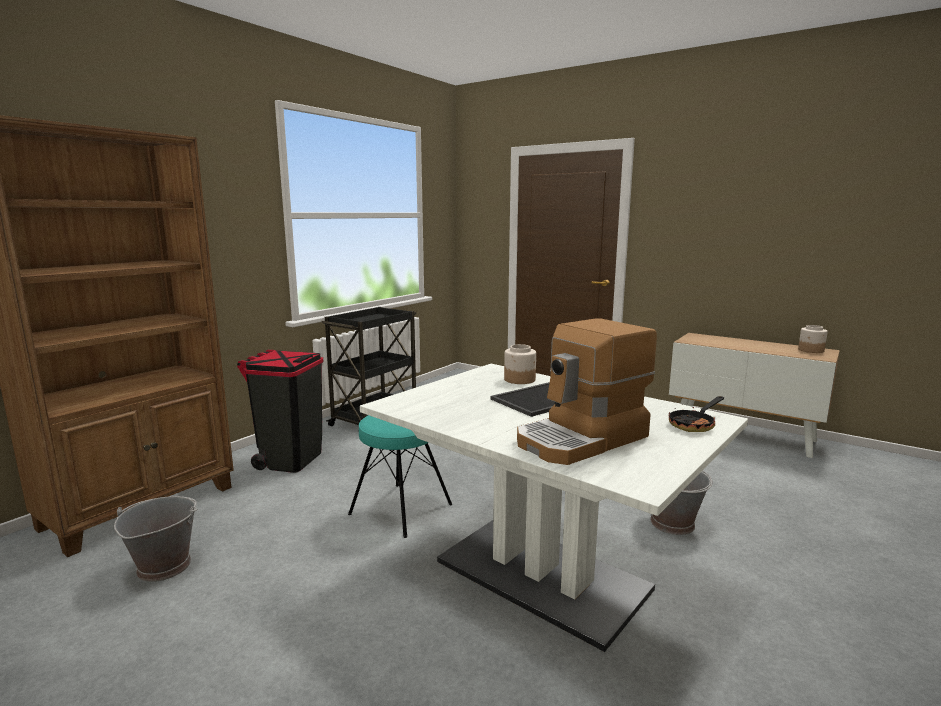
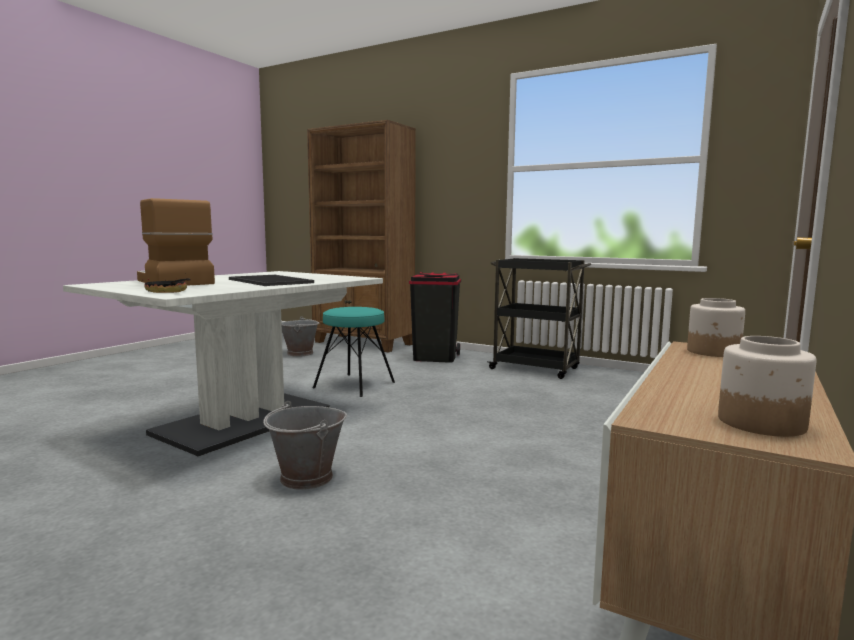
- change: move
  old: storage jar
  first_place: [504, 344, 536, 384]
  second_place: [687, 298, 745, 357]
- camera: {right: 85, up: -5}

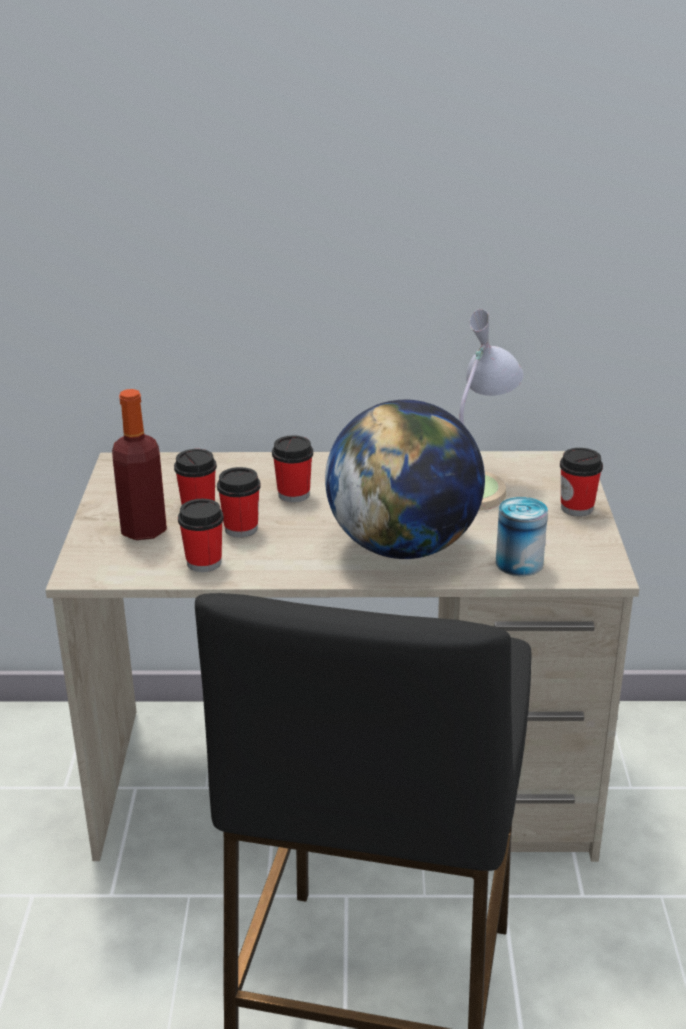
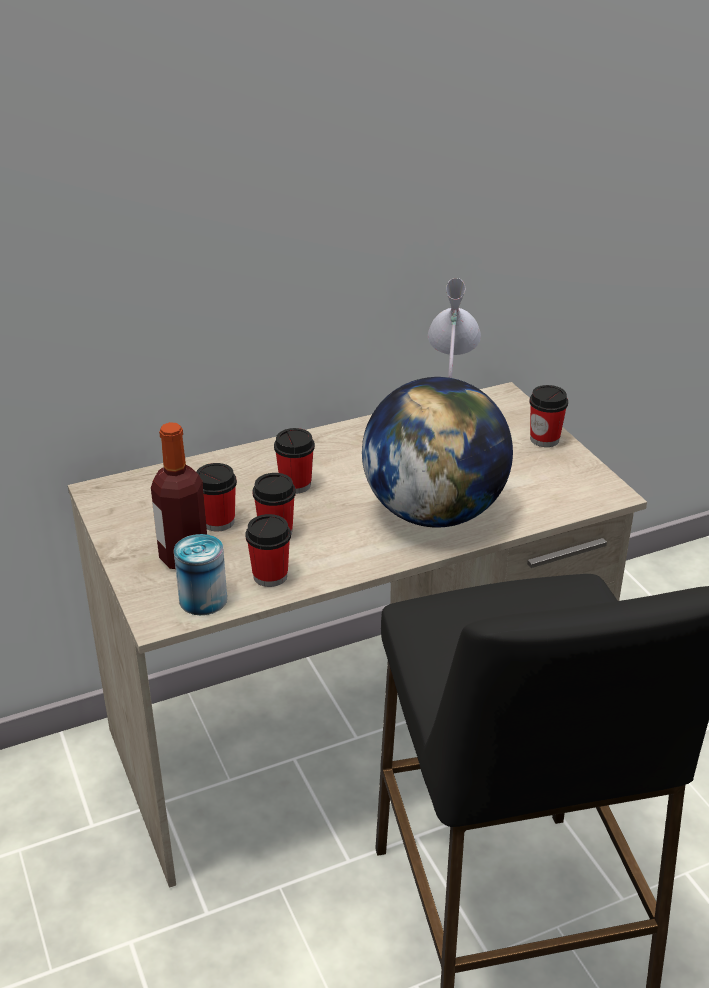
- change: move
  old: sealed can
  first_place: [496, 497, 548, 576]
  second_place: [174, 534, 227, 615]
- camera: {right: -25, up: 5}

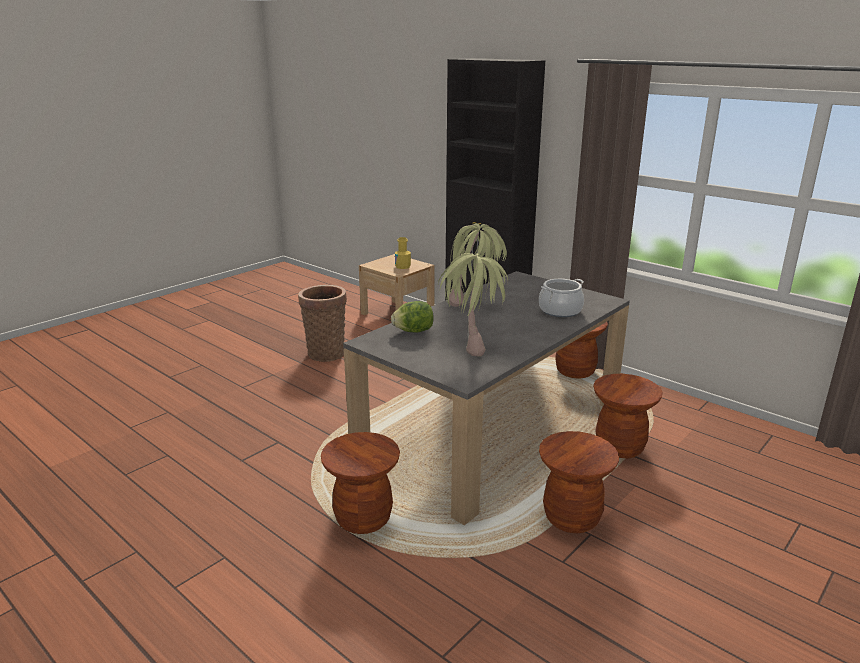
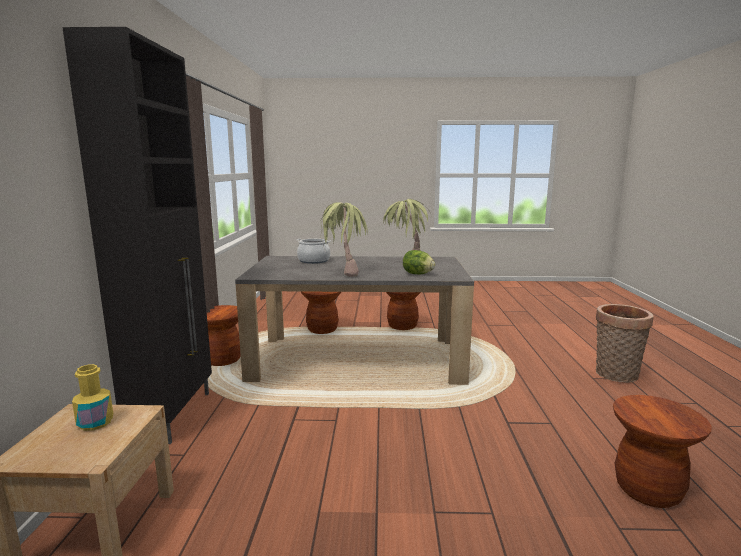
- change: move
  old: storage basket
  first_place: [298, 285, 347, 362]
  second_place: [596, 304, 654, 383]
- change: move
  old: stool seat/brownish
  first_place: [321, 432, 400, 534]
  second_place: [613, 395, 712, 508]
- camera: {right: -130, up: -10}

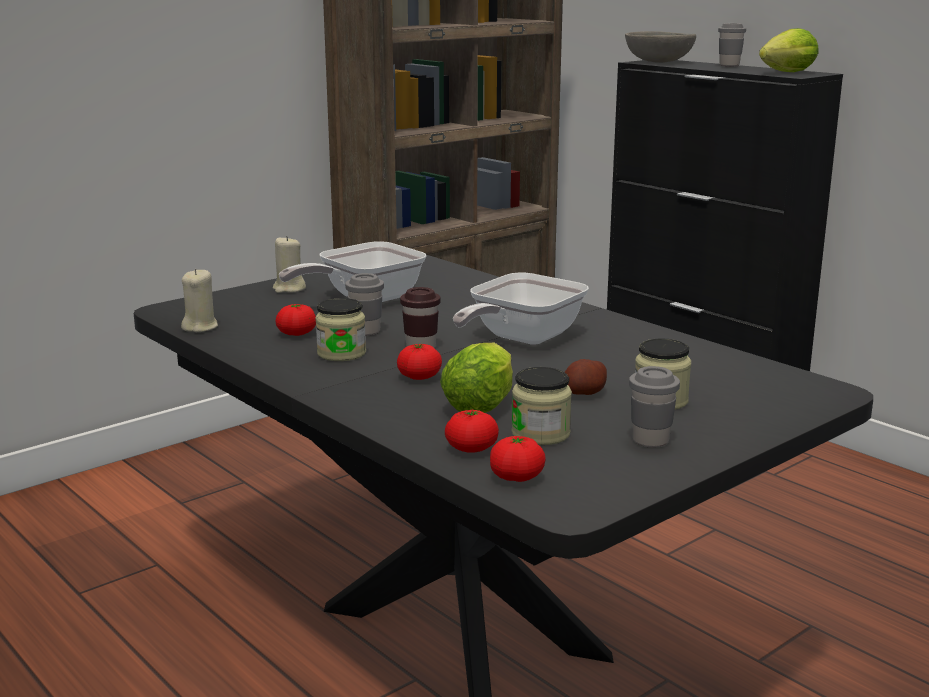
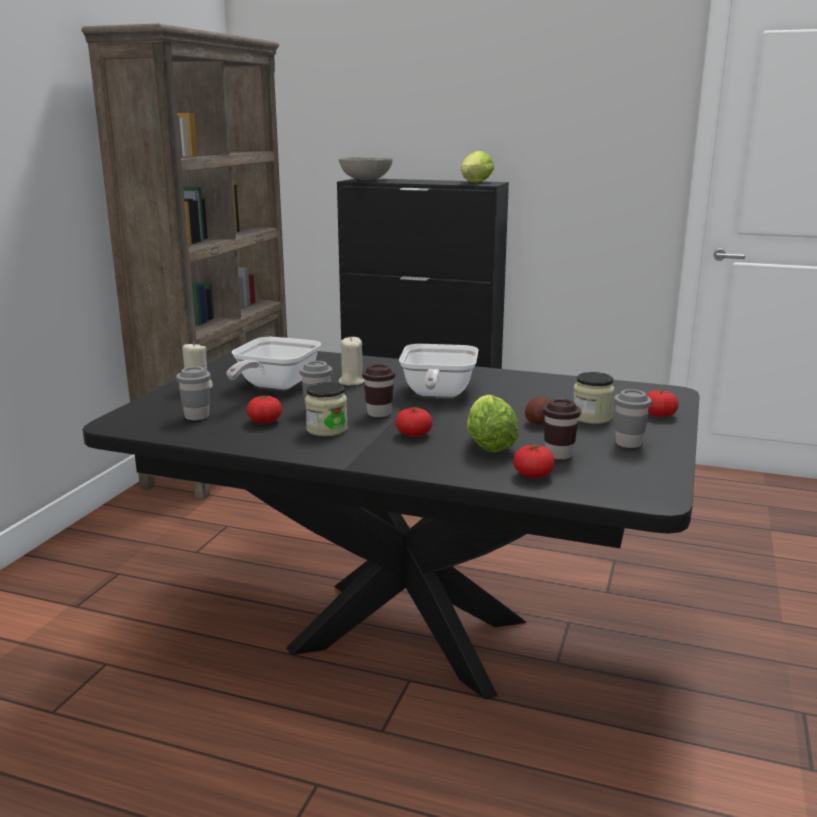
- change: move
  old: candle/sand-coloured
  first_place: [181, 269, 218, 332]
  second_place: [338, 336, 365, 386]
- change: move
  old: whole tomato
  first_place: [490, 436, 546, 482]
  second_place: [646, 390, 679, 417]
- change: replace
  old: storage jar
  new: cup/brownish
  first_place: [512, 367, 572, 445]
  second_place: [543, 399, 581, 460]
- change: move
  old: cup/grey
  first_place: [718, 23, 746, 66]
  second_place: [176, 366, 211, 421]
- camera: {right: -30, up: 0}

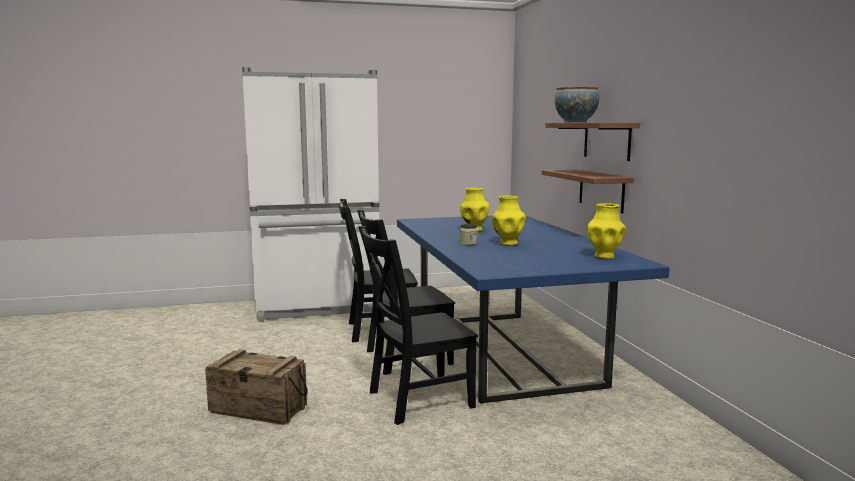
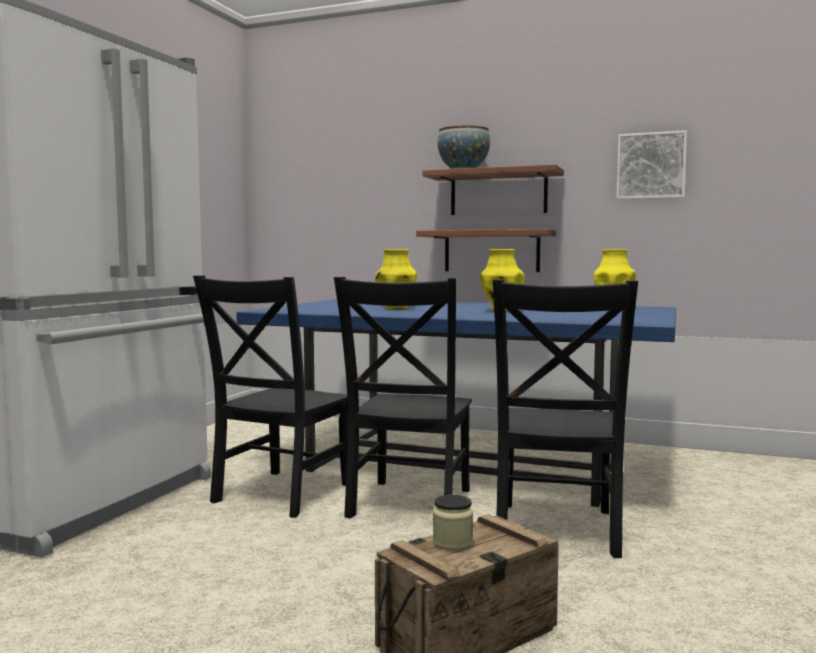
- change: move
  old: storage jar
  first_place: [460, 224, 478, 245]
  second_place: [433, 495, 473, 550]
- change: insert
  new: wall art
  second_place: [616, 130, 687, 200]
- camera: {right: -55, up: -5}

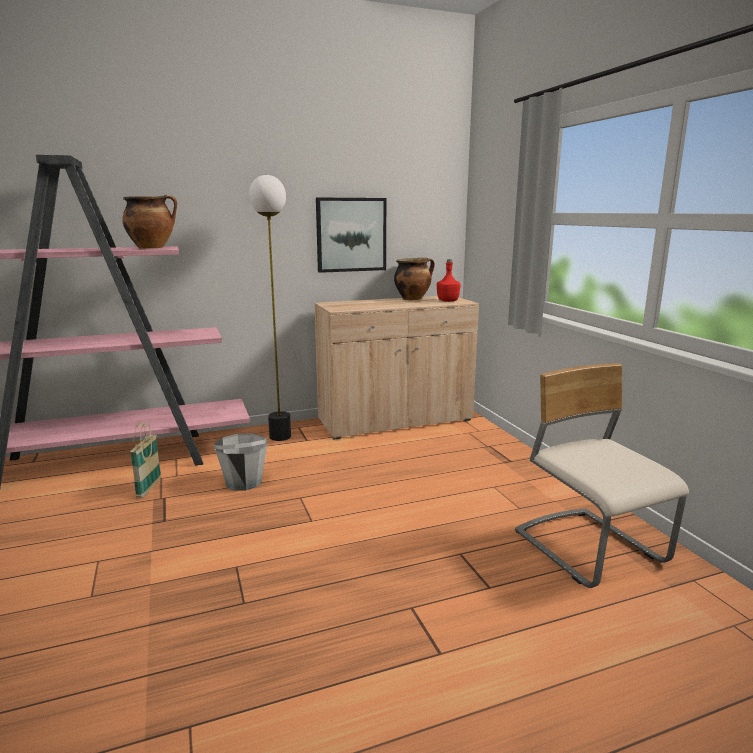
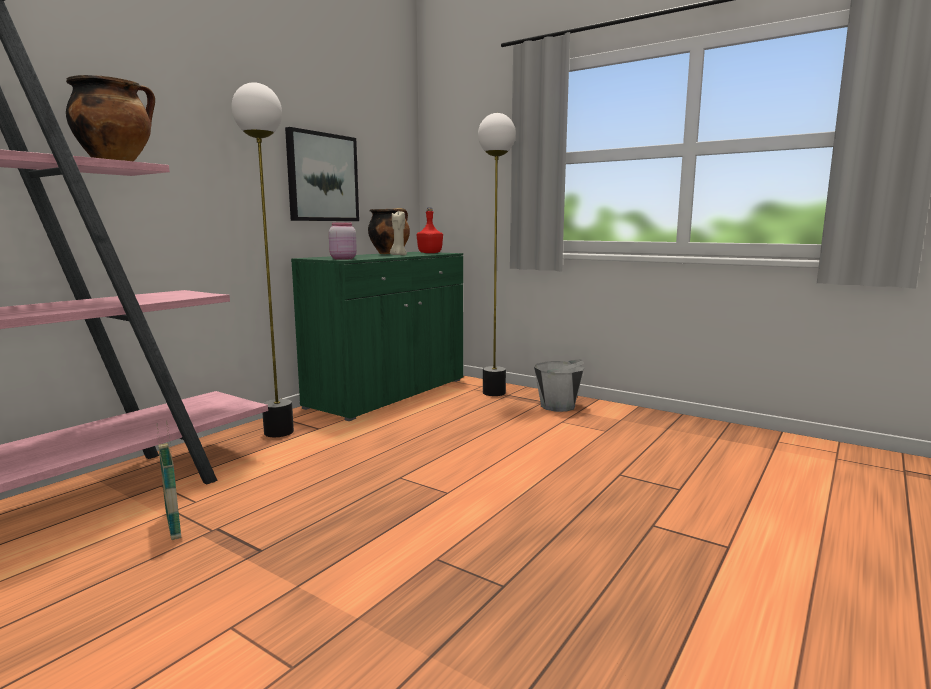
- change: move
  old: pail/grey
  first_place: [214, 433, 267, 491]
  second_place: [534, 359, 584, 412]
- change: recolor
  old: cupboard/sand-coloured
  new: cupboard/greenish
  first_place: [314, 296, 479, 439]
  second_place: [291, 252, 463, 421]
- change: delete
  old: chair/sand-coloured
  first_place: [515, 363, 689, 588]
- change: insert
  new: storage jar/pink-coloured
  second_place: [329, 222, 357, 260]
- change: insert
  new: candle/sand-coloured
  second_place: [390, 211, 407, 255]
- change: insert
  new: standing lamp
  second_place: [478, 113, 516, 396]
- camera: {right: -35, up: -5}

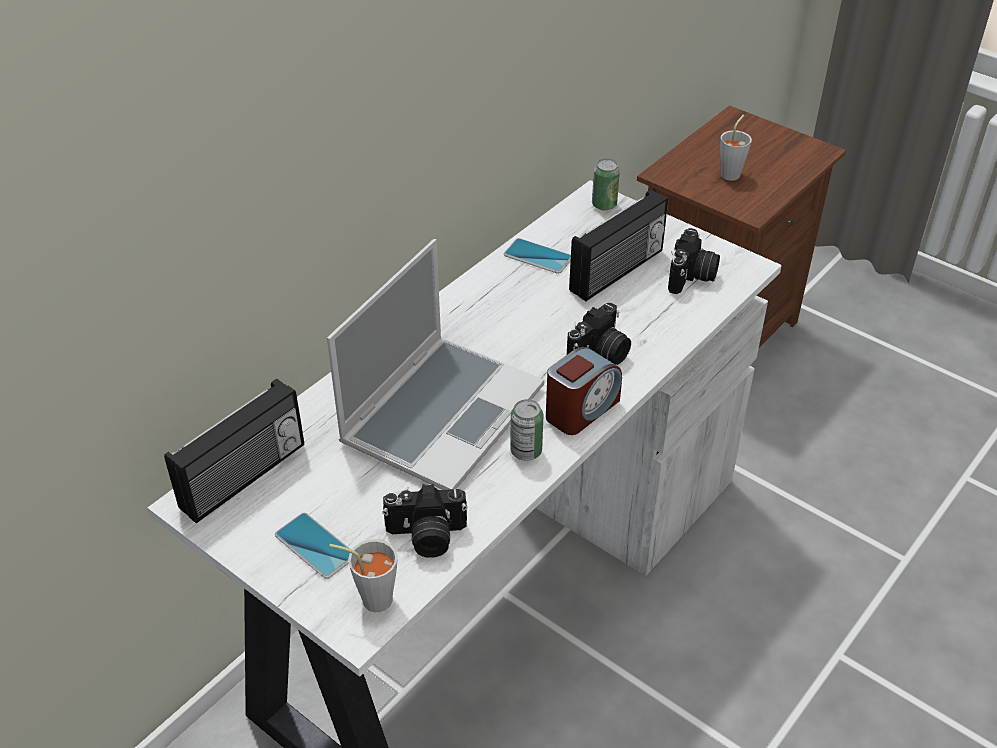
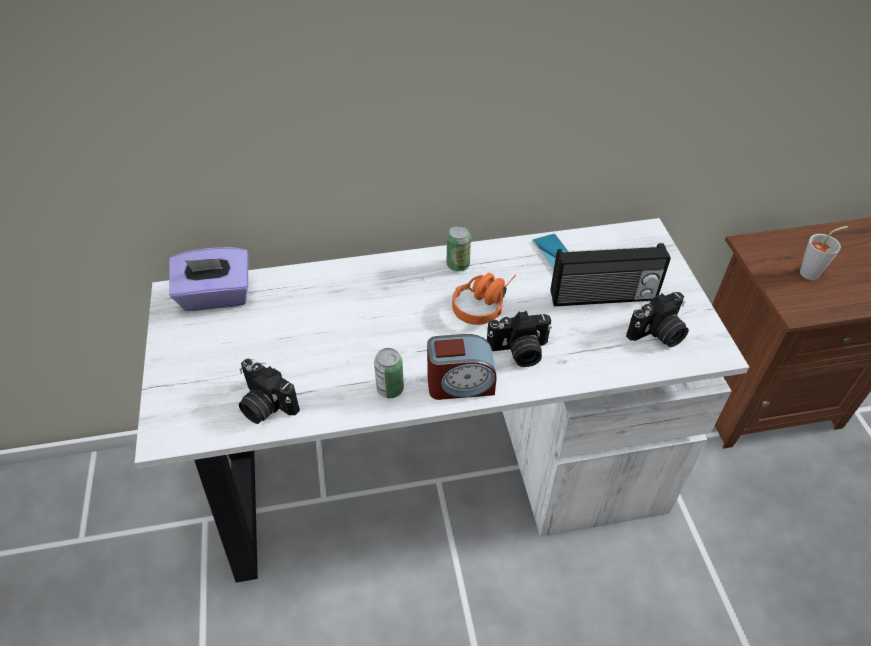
- change: replace
  old: radio
  new: tissue box/purplish
  first_place: [164, 379, 304, 523]
  second_place: [169, 247, 248, 311]
- change: delete
  old: telephone
  first_place: [275, 513, 350, 579]
- change: delete
  old: laptop
  first_place: [327, 239, 544, 490]
- change: delete
  old: cup/grey
  first_place: [329, 539, 398, 612]
- change: move
  old: sealed can
  first_place: [592, 159, 620, 211]
  second_place: [447, 225, 471, 271]
- change: insert
  new: headphones/orange-coloured
  second_place: [452, 273, 516, 325]
- camera: {right: 40, up: 5}

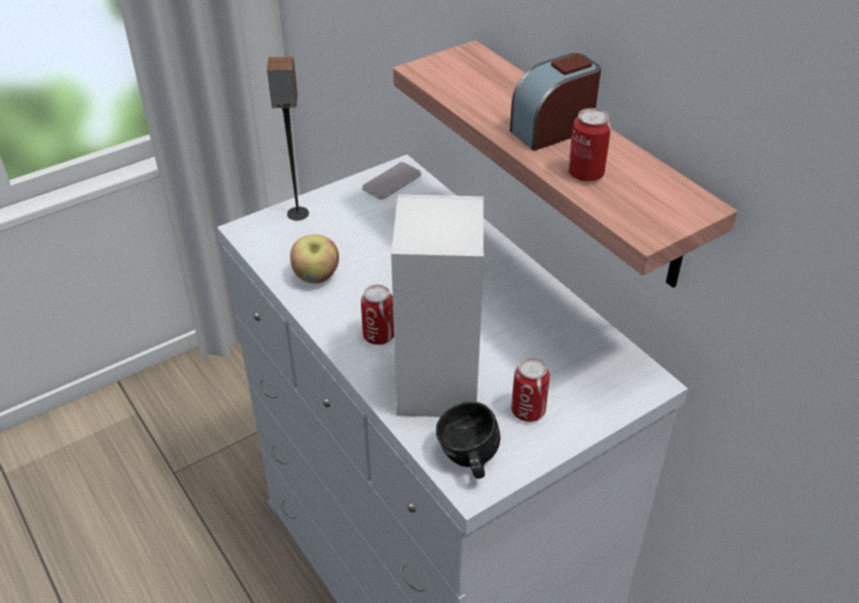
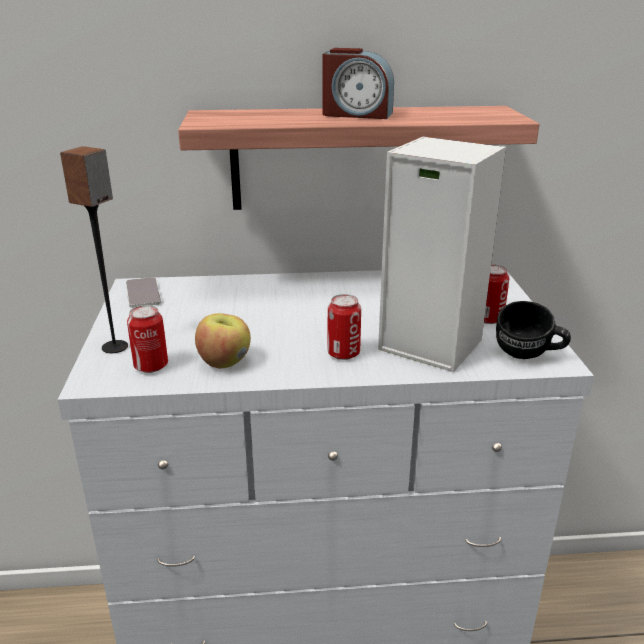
- change: rotate
  old: bedside clock
  first_place: [510, 53, 601, 151]
  second_place: [322, 48, 394, 119]
  degrees: -75
- change: move
  old: sealed can
  first_place: [568, 108, 611, 182]
  second_place: [127, 305, 168, 373]
- camera: {right: -60, up: -15}

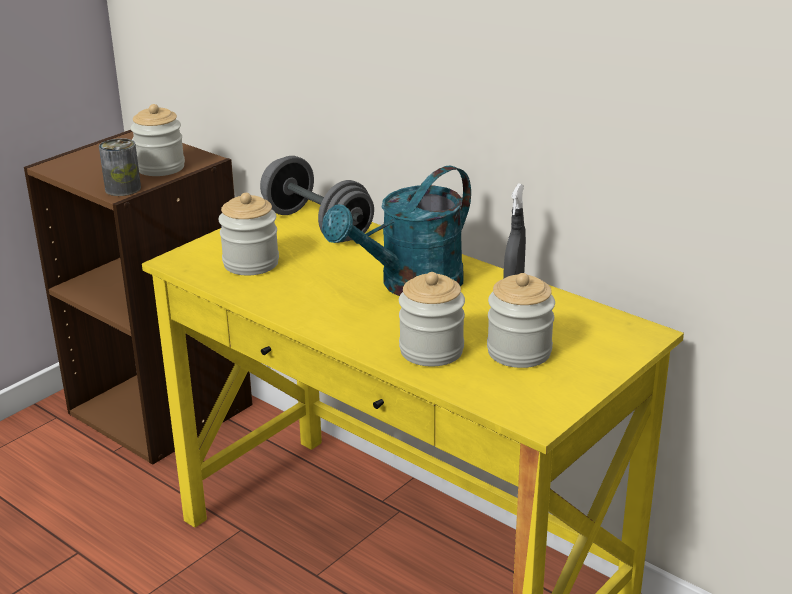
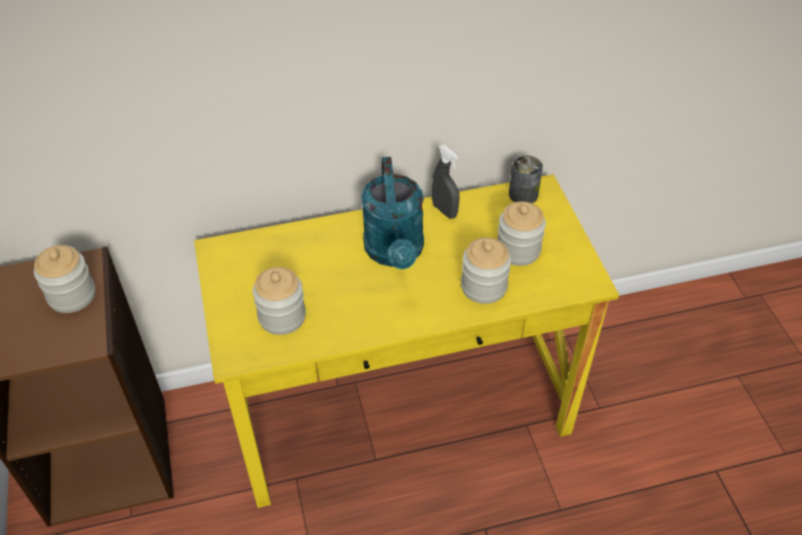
- change: move
  old: sealed can
  first_place: [99, 138, 141, 196]
  second_place: [509, 155, 543, 203]
- change: delete
  old: dumbbell/grey
  first_place: [260, 156, 374, 242]
- camera: {right: -55, up: 20}

